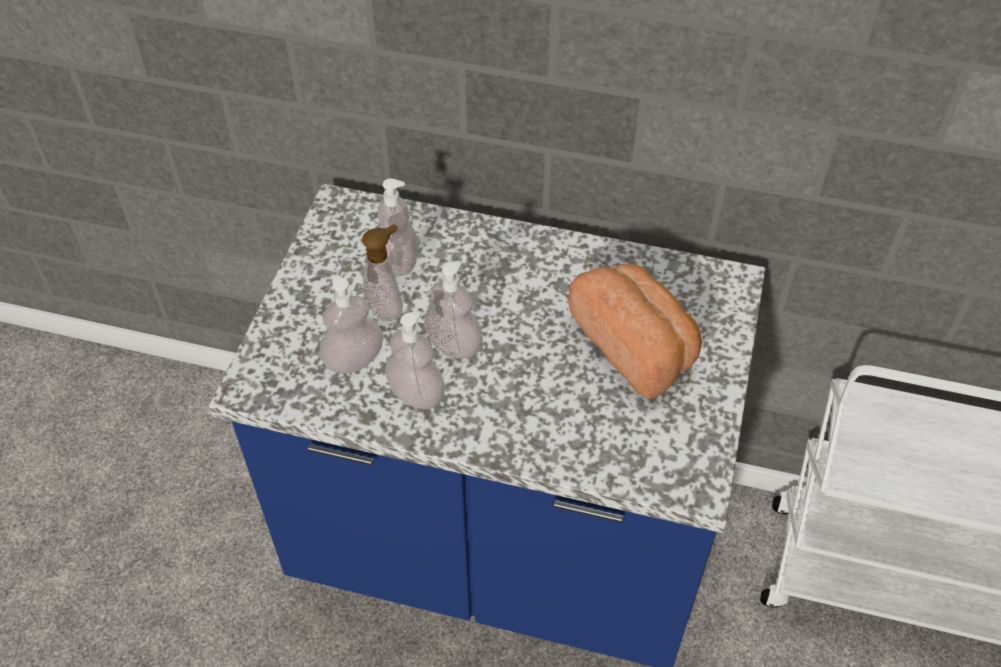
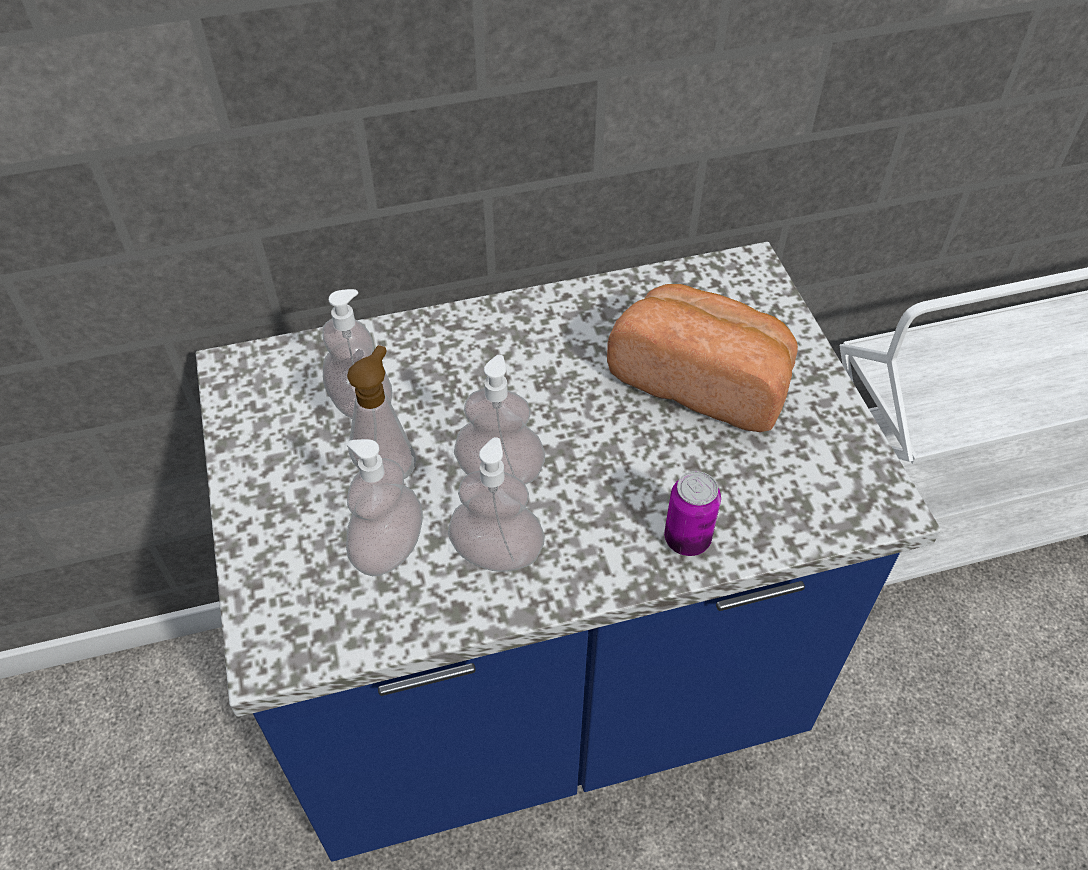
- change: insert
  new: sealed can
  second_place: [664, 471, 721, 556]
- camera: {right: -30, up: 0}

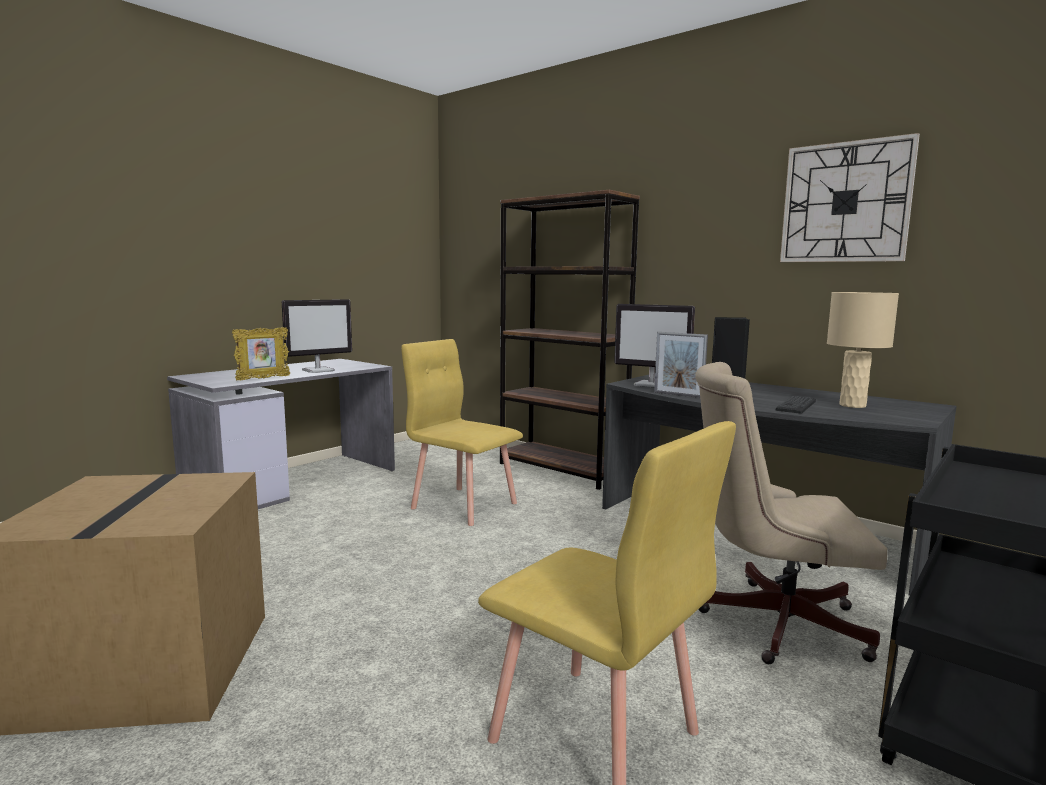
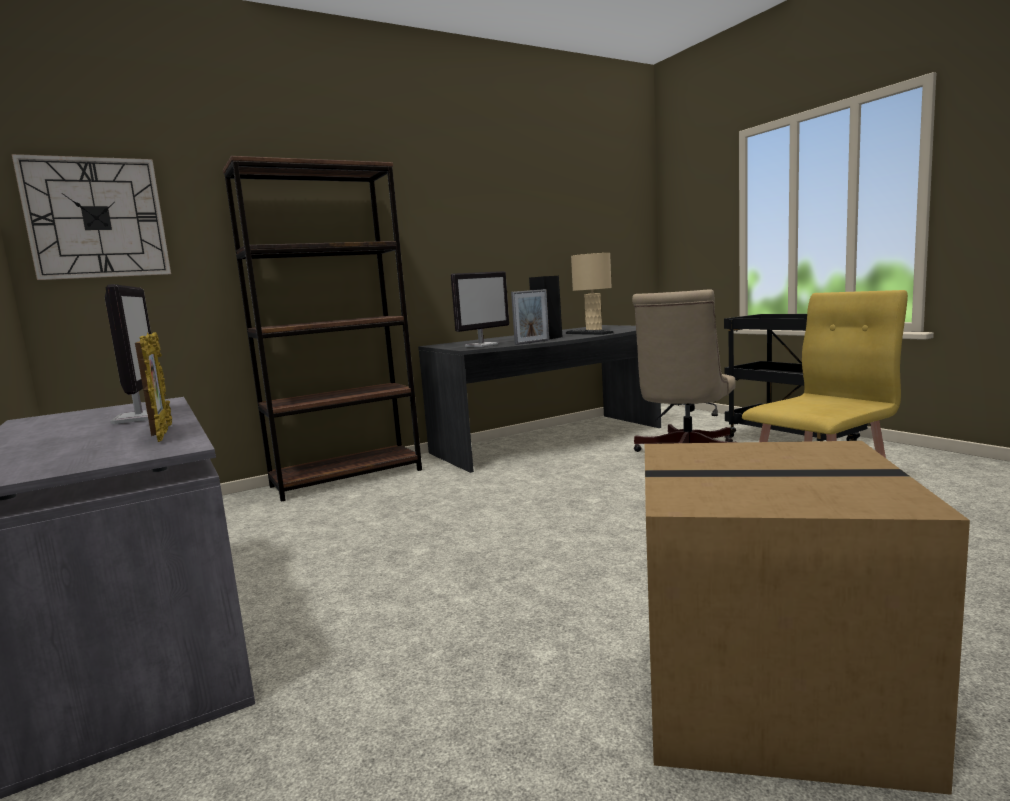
- change: delete
  old: chair/yellowish
  first_place: [401, 339, 523, 526]
- change: move
  old: hanging clock
  first_place: [780, 133, 920, 262]
  second_place: [12, 154, 171, 280]
- camera: {right: -70, up: 0}

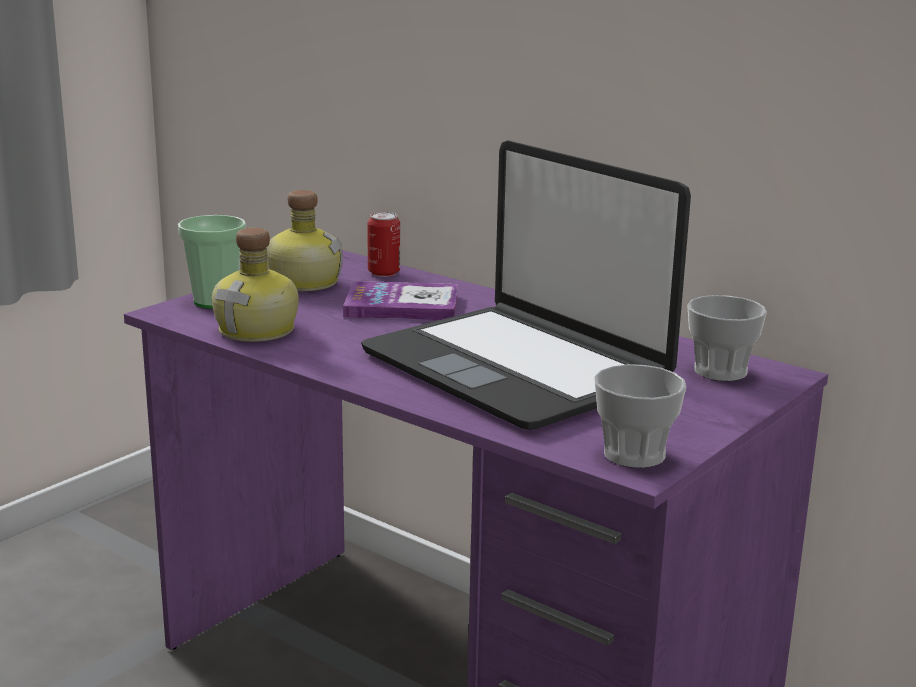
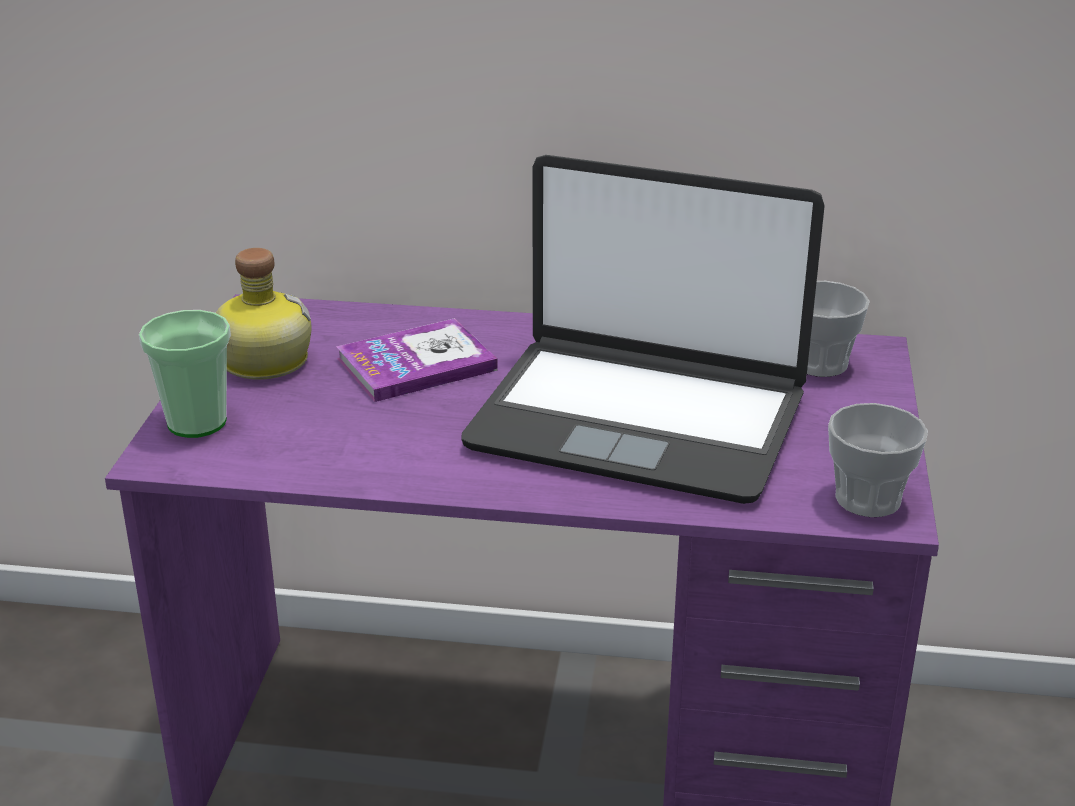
- change: delete
  old: bottle
  first_place: [212, 228, 299, 342]
- change: delete
  old: sealed can
  first_place: [367, 212, 400, 277]
- camera: {right: -30, up: 10}

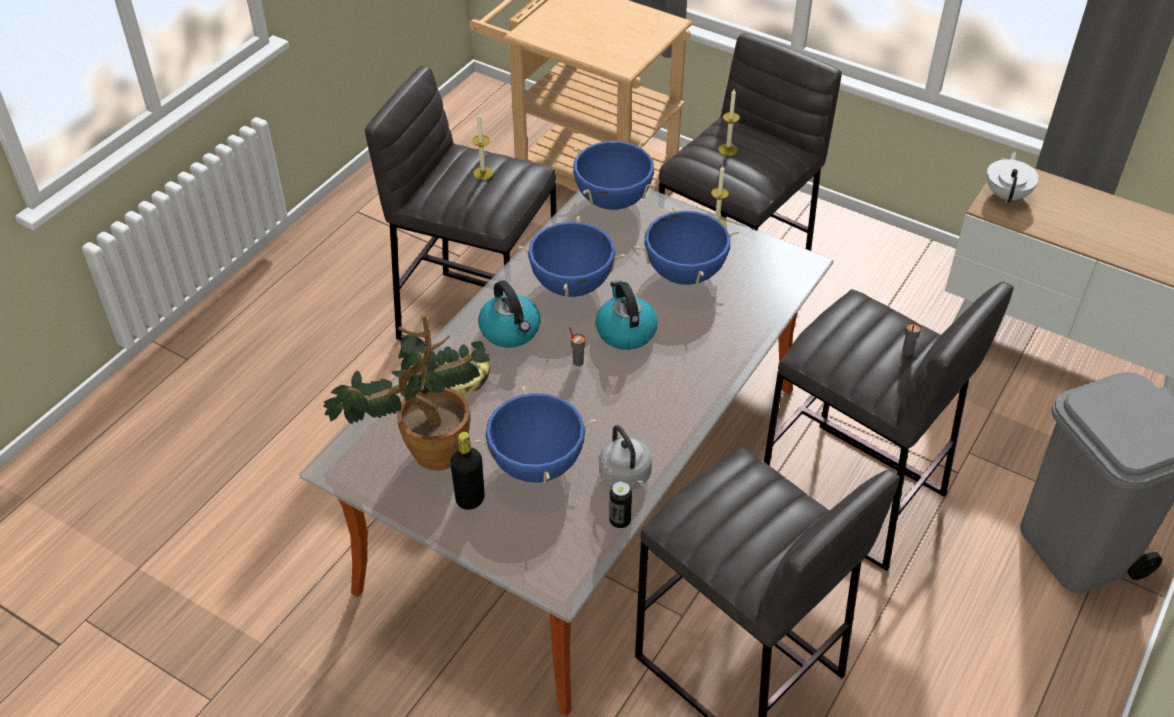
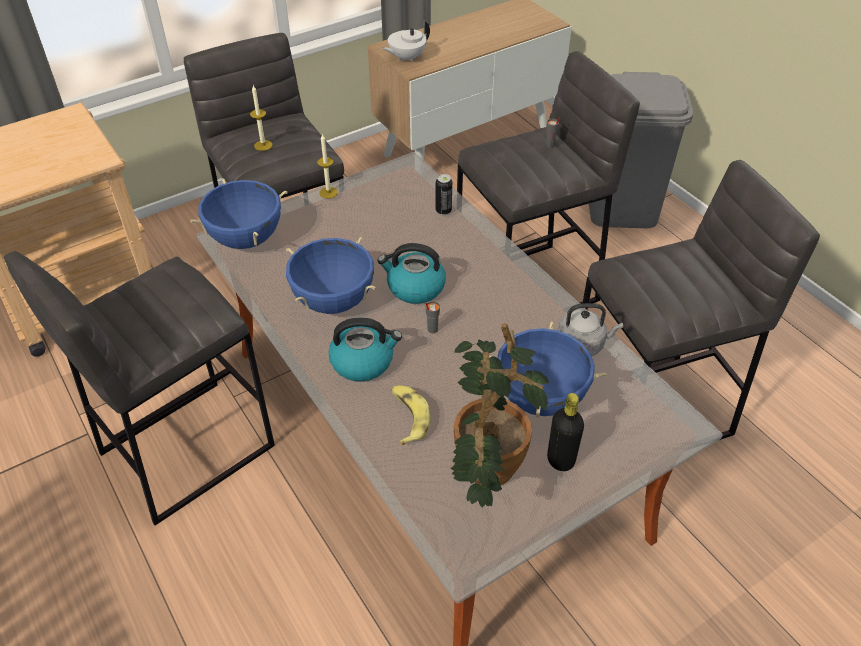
- change: delete
  old: candle
  first_place: [472, 112, 493, 180]
- change: move
  old: sealed can
  first_place: [609, 481, 632, 529]
  second_place: [435, 174, 452, 215]
- change: delete
  old: stockpot/blue-coloured
  first_place: [636, 205, 739, 285]
- change: rotate
  old: teapot/whitish
  first_place: [987, 152, 1039, 203]
  second_place: [382, 20, 430, 62]
  degrees: -75
- camera: {right: -65, up: 0}

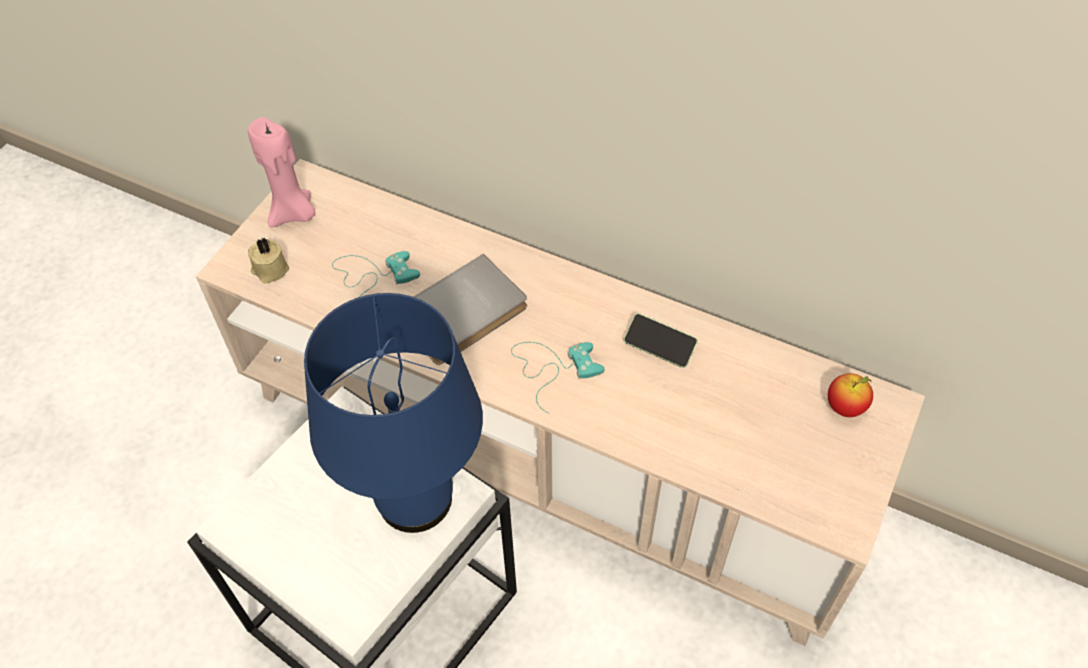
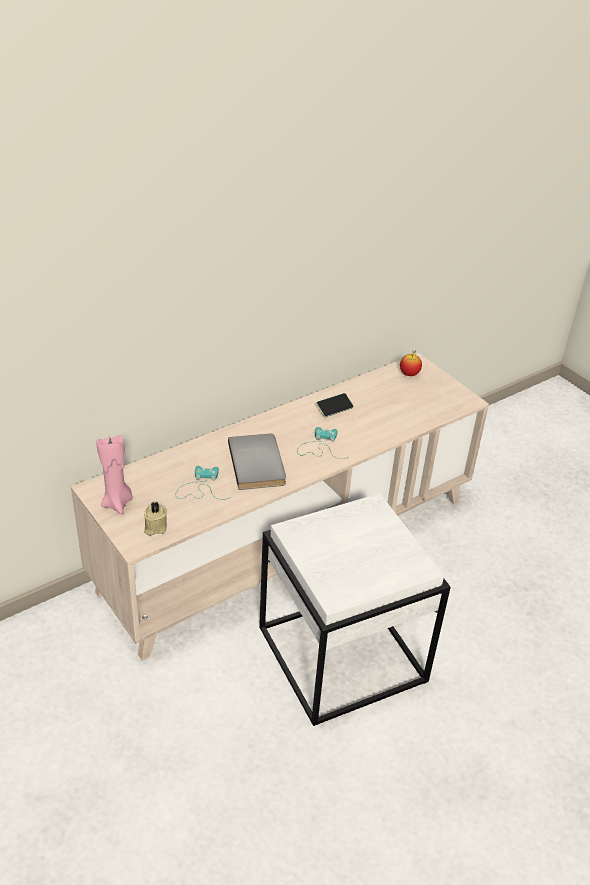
- change: delete
  old: tabletop lamp/blue-coloured
  first_place: [304, 293, 483, 533]
- camera: {right: -65, up: -15}

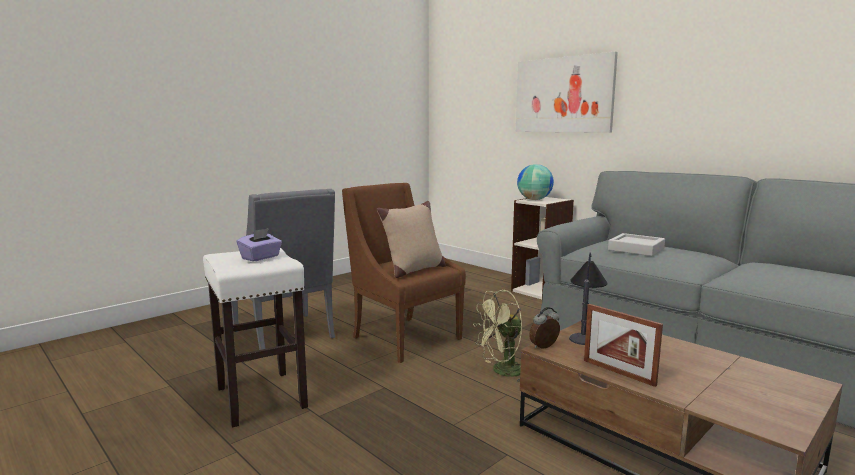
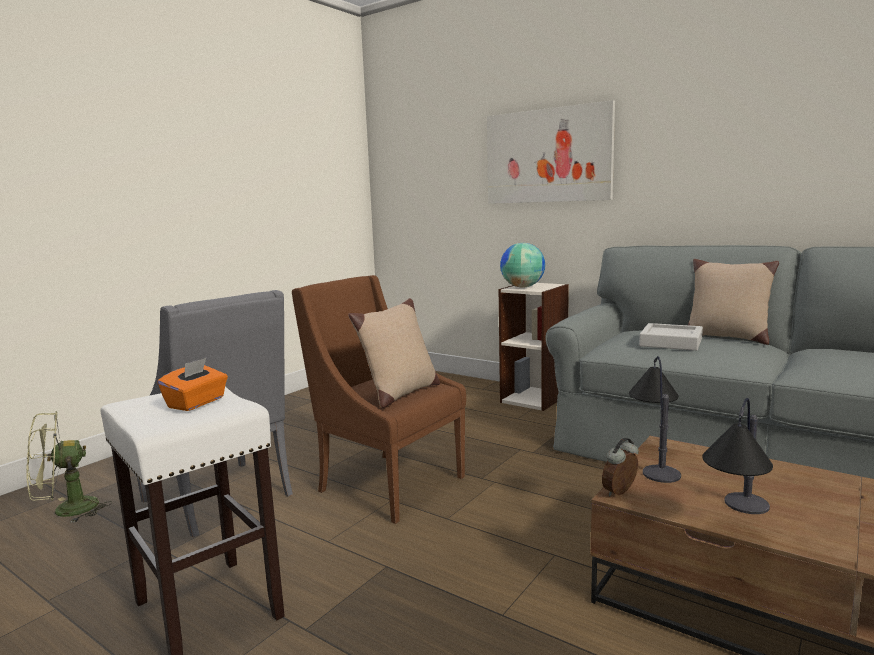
- change: recolor
  old: tissue box/purplish
  new: tissue box/orange-coloured
  first_place: [237, 228, 282, 262]
  second_place: [158, 358, 228, 411]
- change: move
  old: fan/greenish
  first_place: [473, 290, 522, 382]
  second_place: [26, 411, 112, 523]
- change: replace
  old: picture frame
  new: tabletop lamp
  first_place: [584, 304, 663, 387]
  second_place: [702, 398, 773, 514]
- change: insert
  new: pillow/sand-coloured
  second_place: [688, 259, 779, 345]
- camera: {right: -10, up: 0}

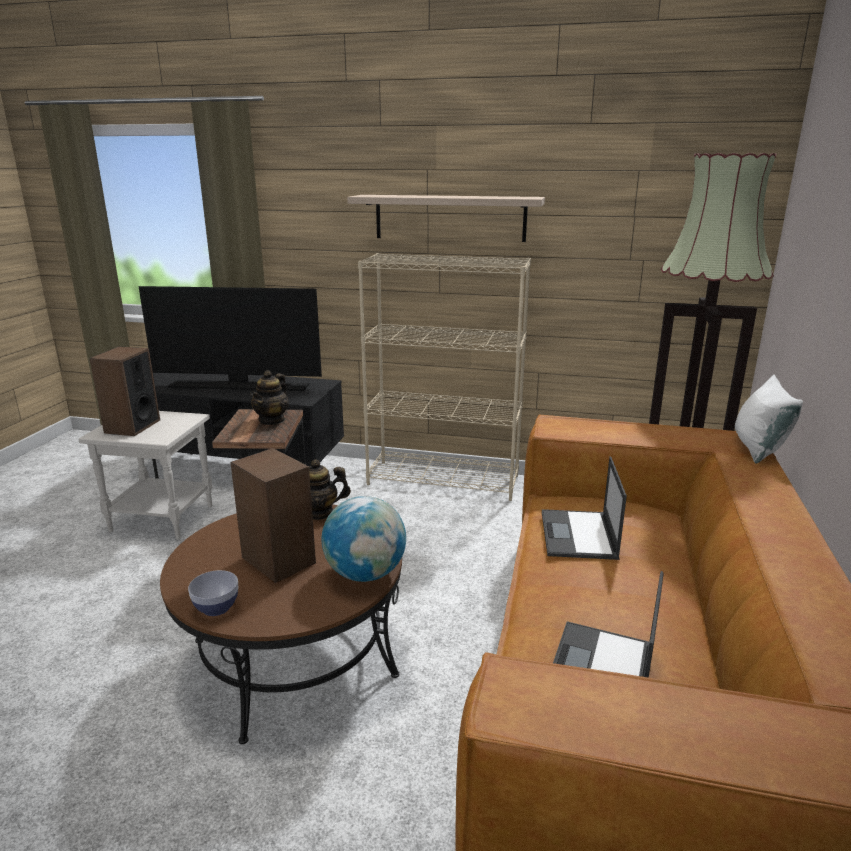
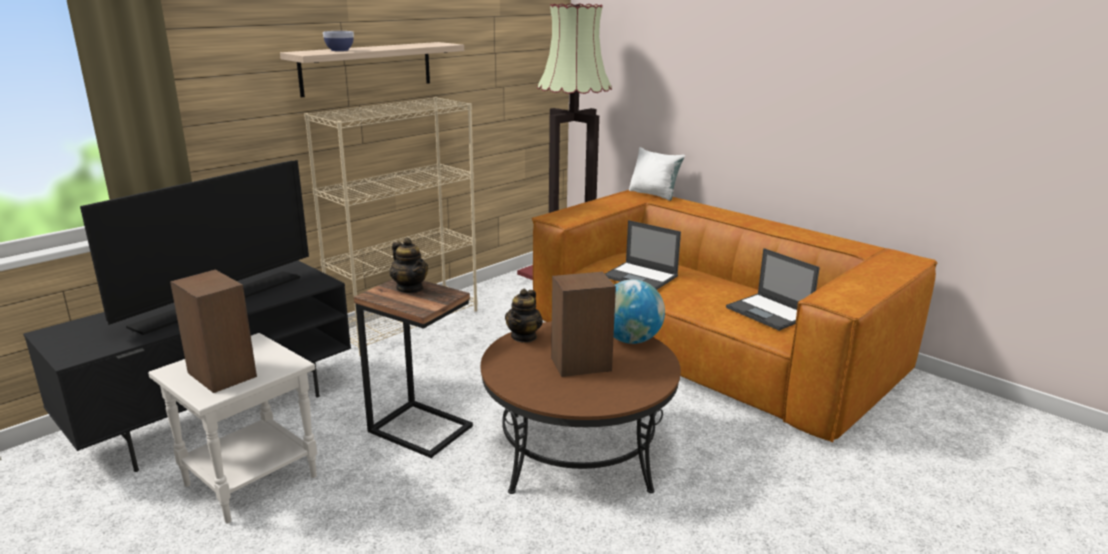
- change: move
  old: serving bowl
  first_place: [188, 570, 238, 616]
  second_place: [323, 31, 354, 51]
- camera: {right: -60, up: 0}

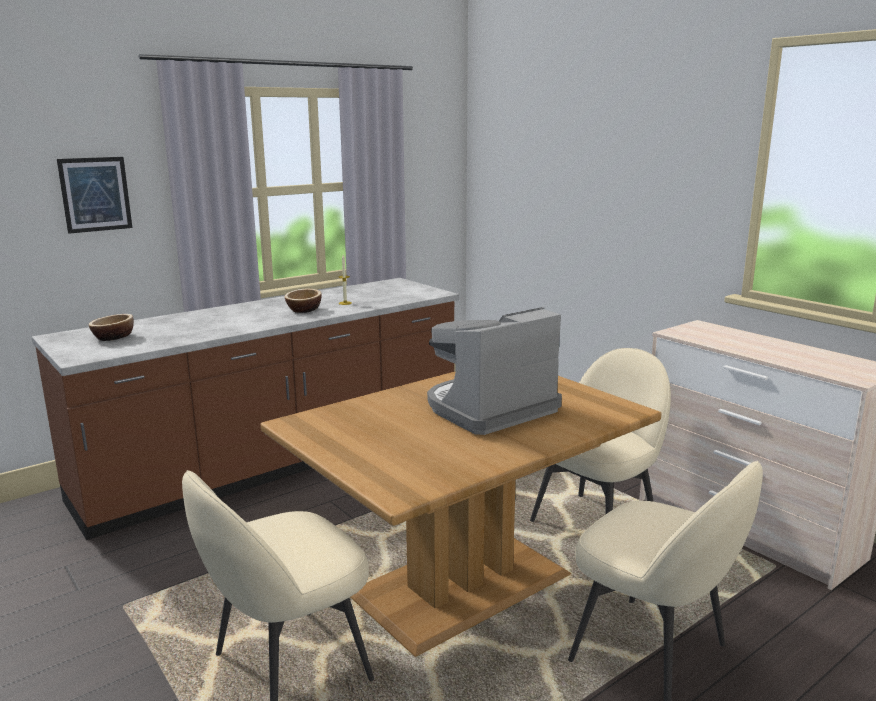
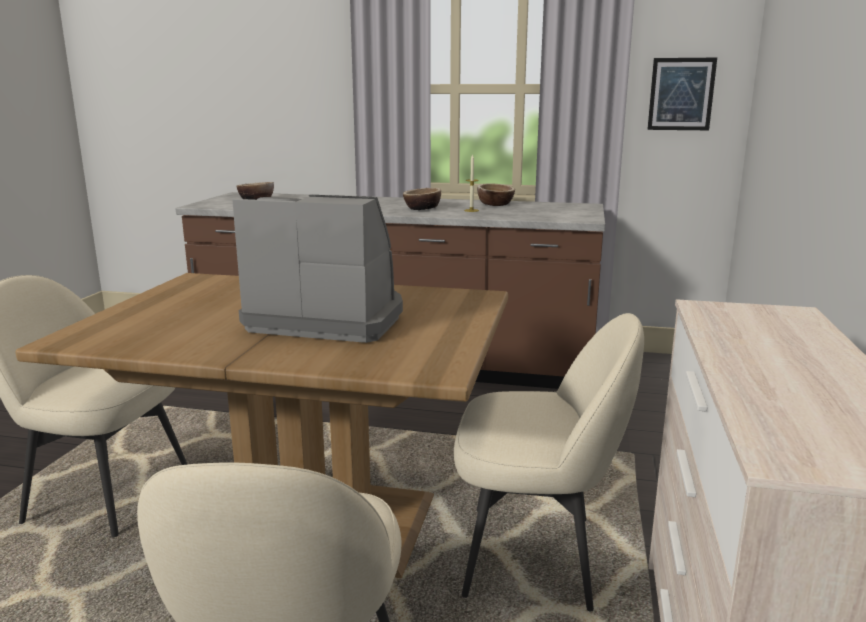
- change: move
  old: wall art
  first_place: [57, 157, 132, 234]
  second_place: [647, 58, 717, 130]
- change: insert
  new: serving bowl
  second_place: [477, 184, 515, 206]
- camera: {right: 50, up: 0}

